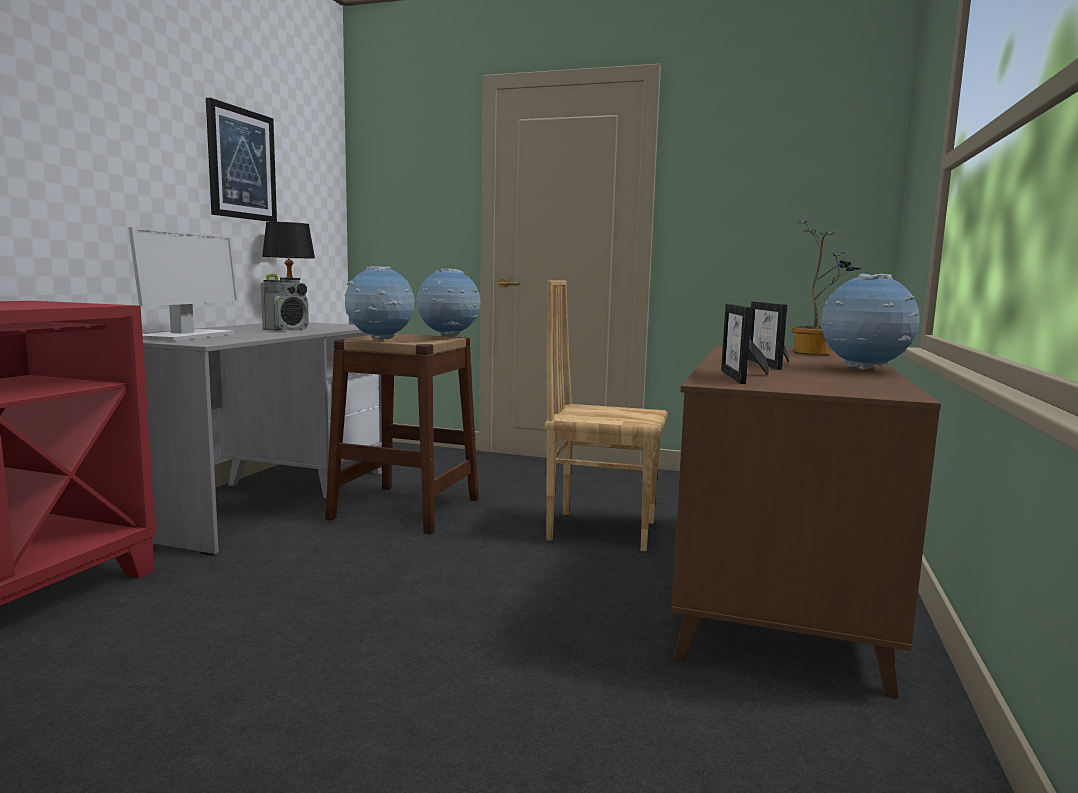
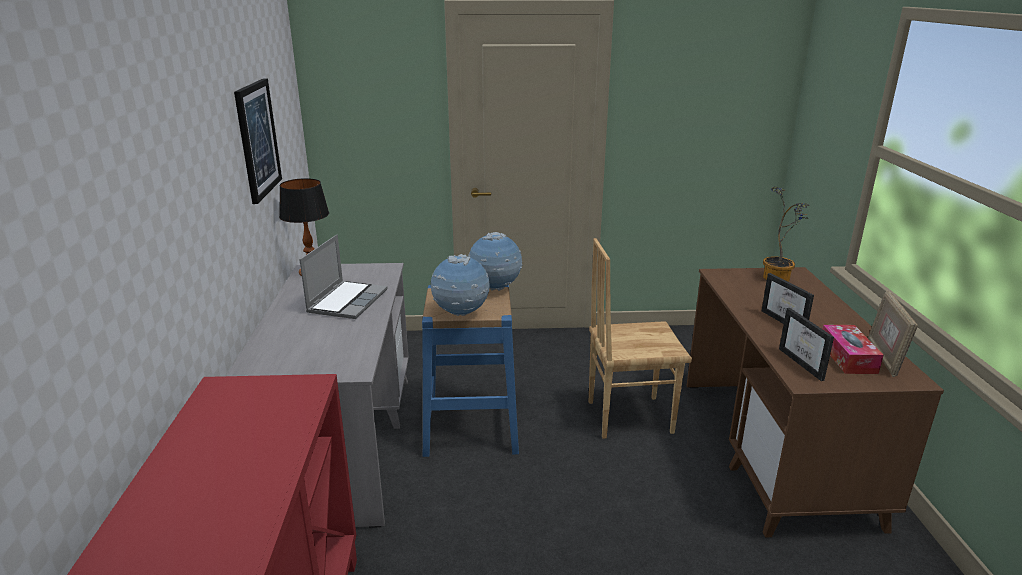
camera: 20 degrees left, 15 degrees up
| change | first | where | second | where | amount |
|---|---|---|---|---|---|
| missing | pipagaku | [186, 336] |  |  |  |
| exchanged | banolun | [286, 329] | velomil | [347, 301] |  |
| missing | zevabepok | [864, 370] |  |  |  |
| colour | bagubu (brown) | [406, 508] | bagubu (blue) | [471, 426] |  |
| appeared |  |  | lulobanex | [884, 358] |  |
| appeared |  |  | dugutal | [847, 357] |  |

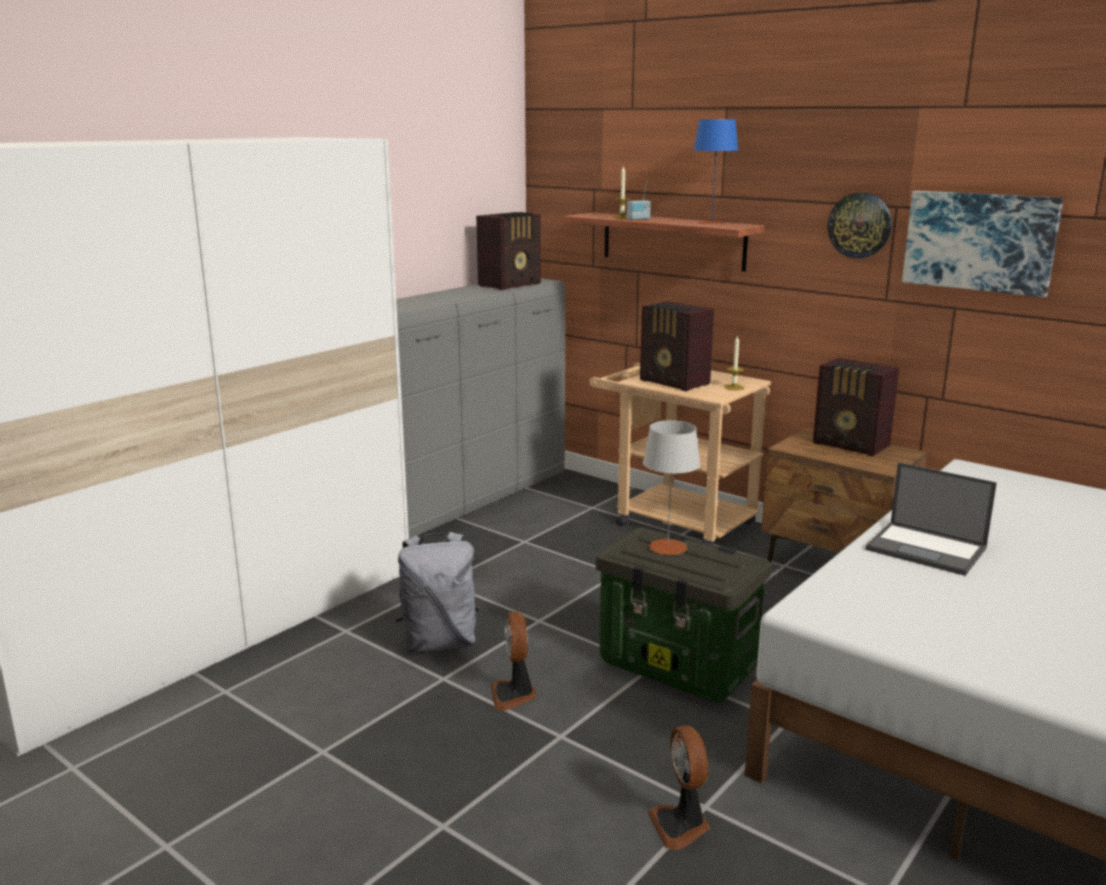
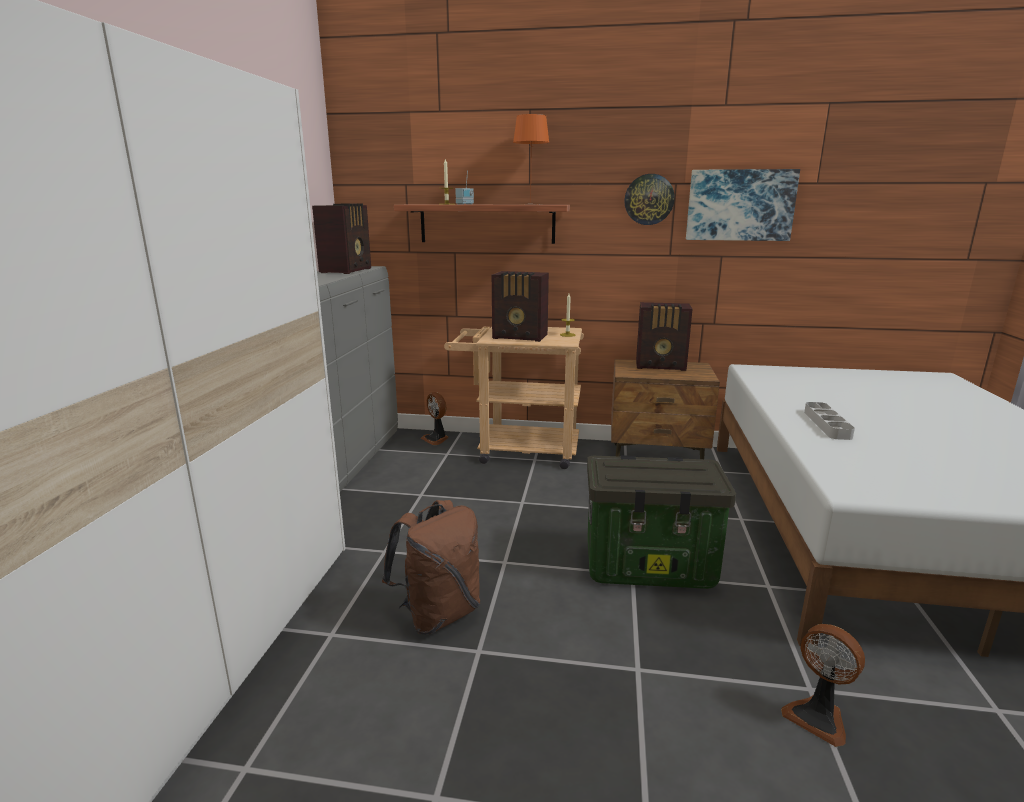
camera: 30 degrees left, 0 degrees up
| change | first | where | second | where | amount |
|---|---|---|---|---|---|
| colour | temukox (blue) | [712, 223] | temukox (orange) | [530, 204] |  |
| missing | temukox (grey) | [667, 547] |  |  |  |
| exchanged | velomil | [927, 549] | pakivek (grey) | [827, 424] |  |
| colour | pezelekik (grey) | [439, 642] | pezelekik (brown) | [438, 614] |  |
| relocated | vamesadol | [514, 695] |  | [436, 439] |  |

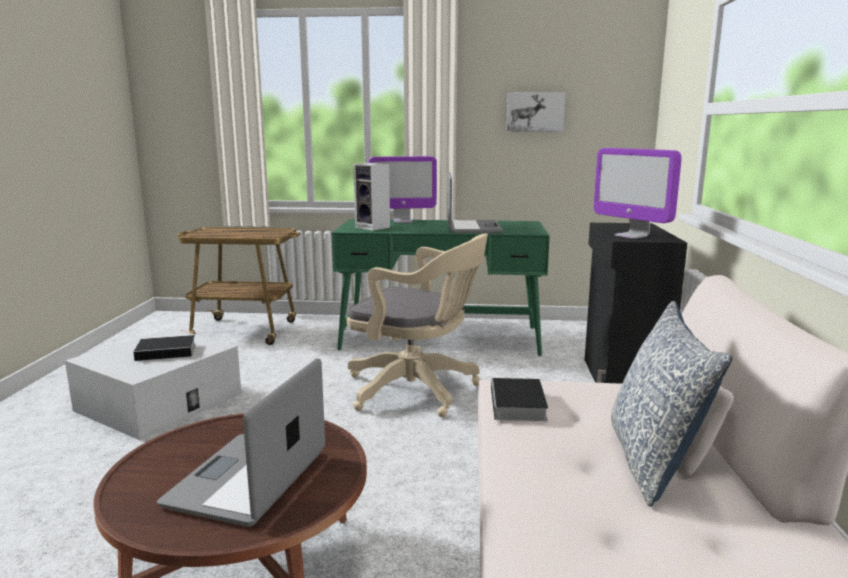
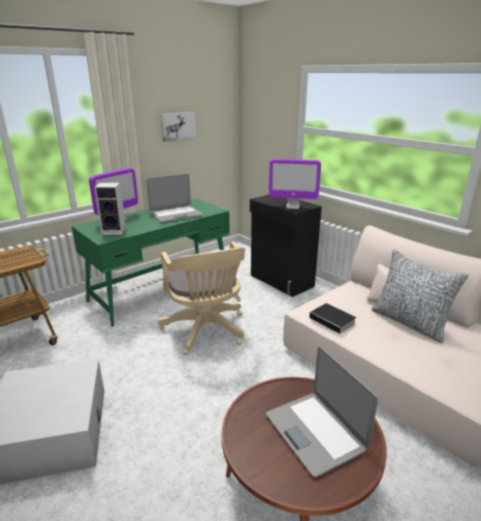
camera: 45 degrees left, 10 degrees up
| change | first | where | second | where | amount |
|---|---|---|---|---|---|
| spun | velomil | [472, 228] |  | [176, 214] | 105 degrees clockwise |
| spun | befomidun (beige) | [418, 390] |  | [206, 331] | 90 degrees clockwise |
| missing | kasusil | [168, 351] |  |  |  |

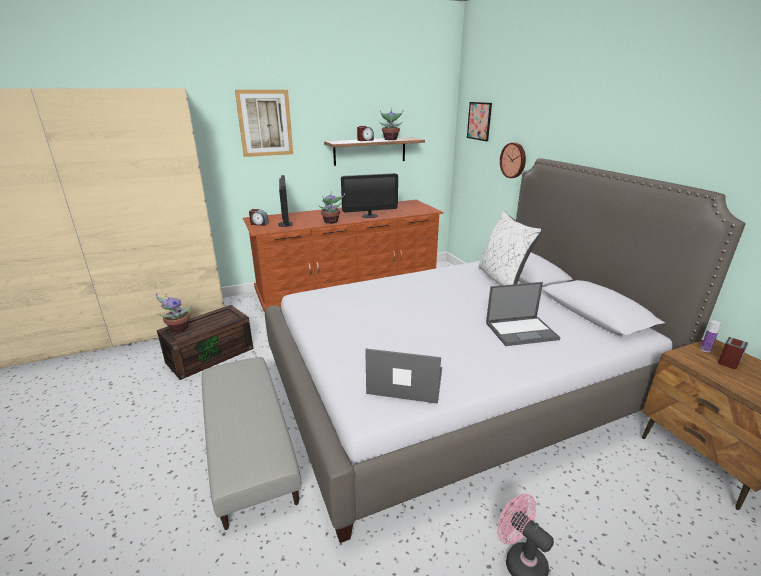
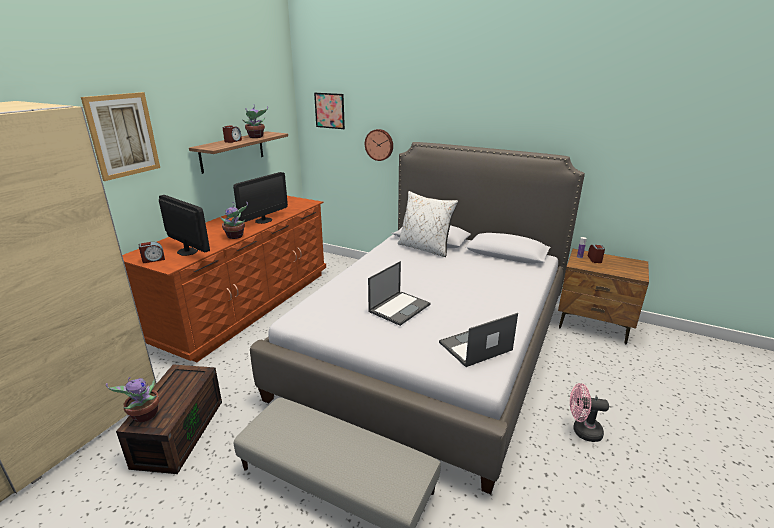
camera: 40 degrees left, 0 degrees up
| change | first | where | second | where | amount |
|---|---|---|---|---|---|
| relocated | velomil | [522, 331] |  | [399, 307] |  |

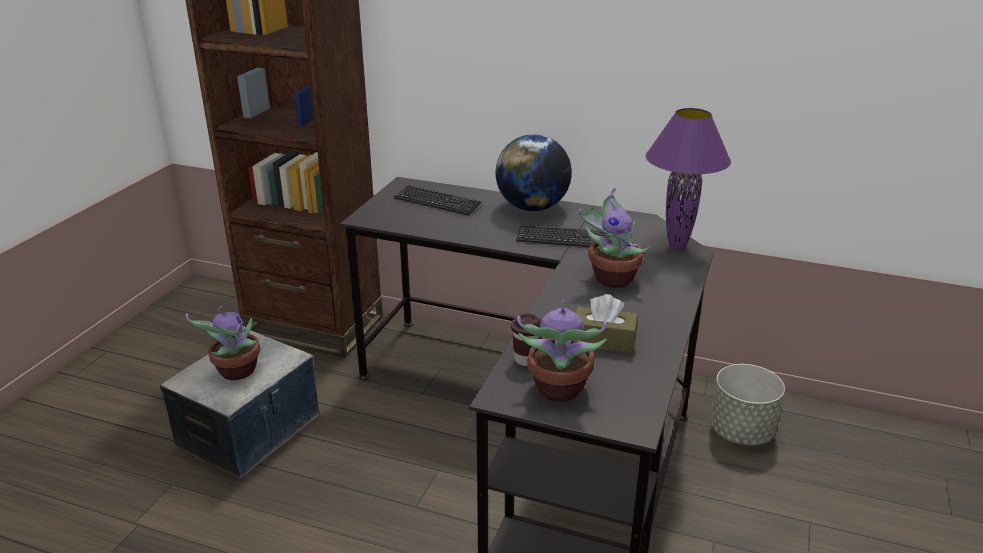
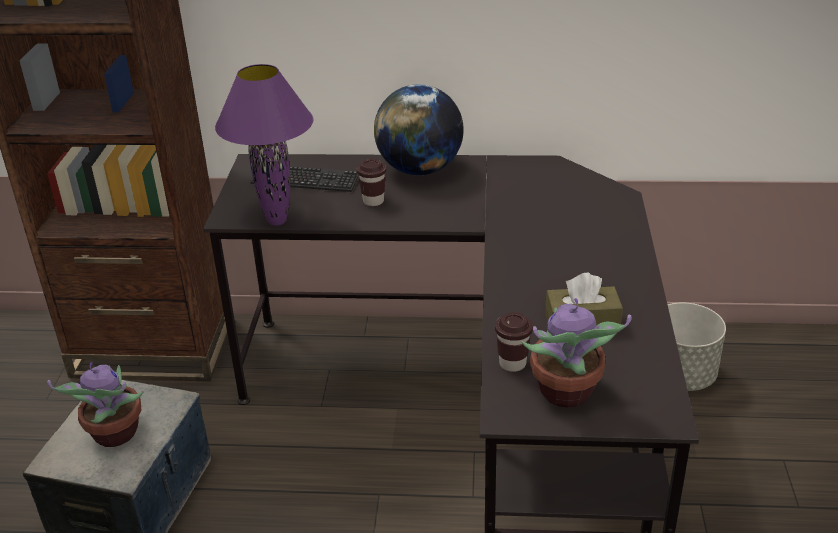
camera: 15 degrees left, 5 degrees up
| change | first | where | second | where | amount |
|---|---|---|---|---|---|
| relocated | temukox (purple) | [676, 246] |  | [276, 221] |  |
| missing | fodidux | [611, 278] |  |  |  |
| missing | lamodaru | [564, 239] |  |  |  |
| appeared |  |  | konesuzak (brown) | [373, 201] |  |

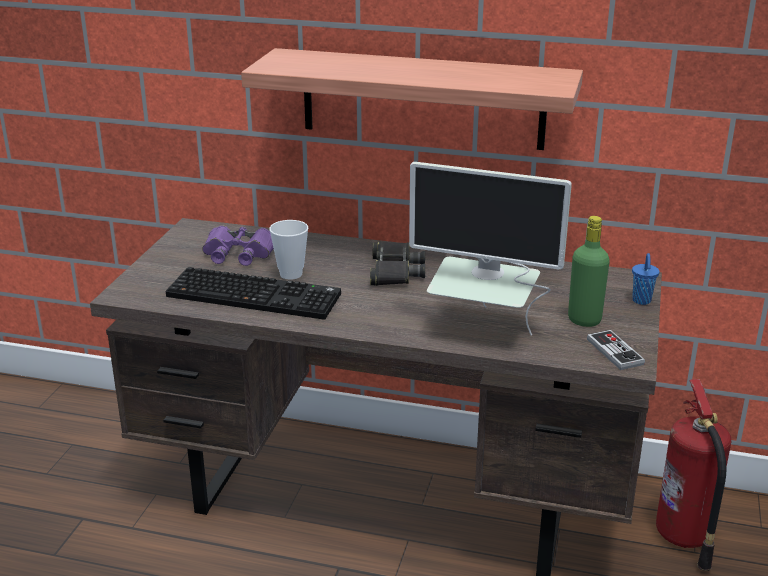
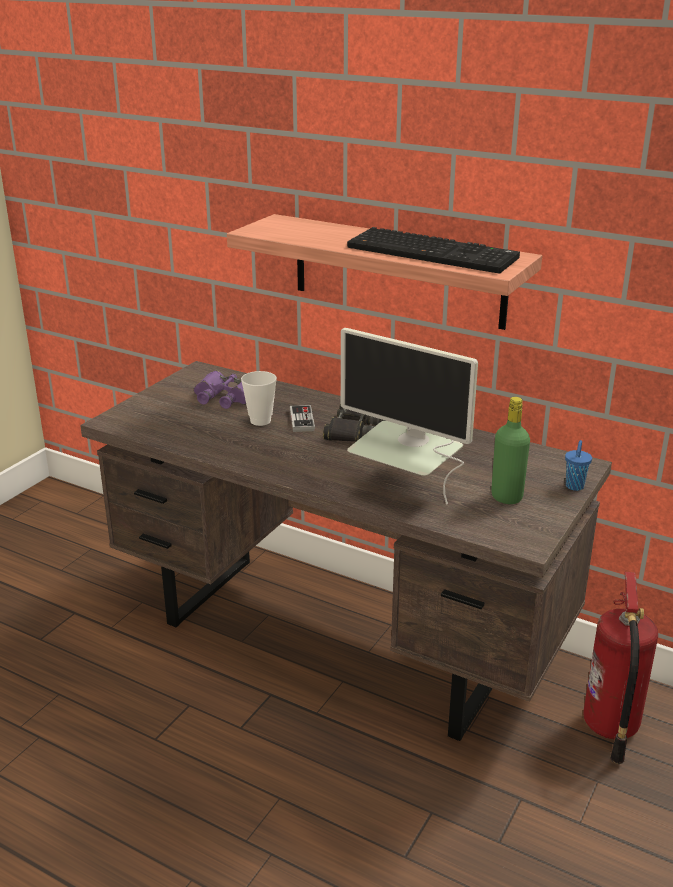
camera: 15 degrees right, 0 degrees up
| change | first | where | second | where | amount |
|---|---|---|---|---|---|
| relocated | lamodaru | [256, 295] |  | [434, 253] |  |
| relocated | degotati | [615, 352] |  | [302, 420] |  |

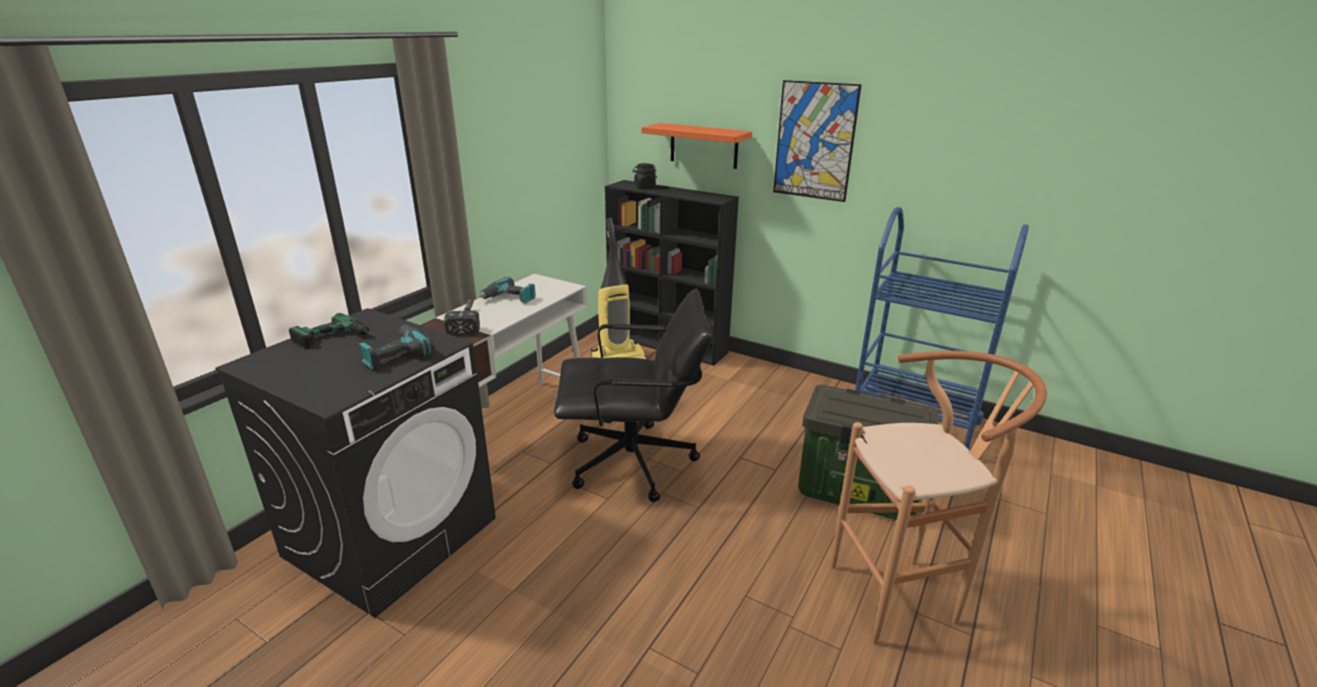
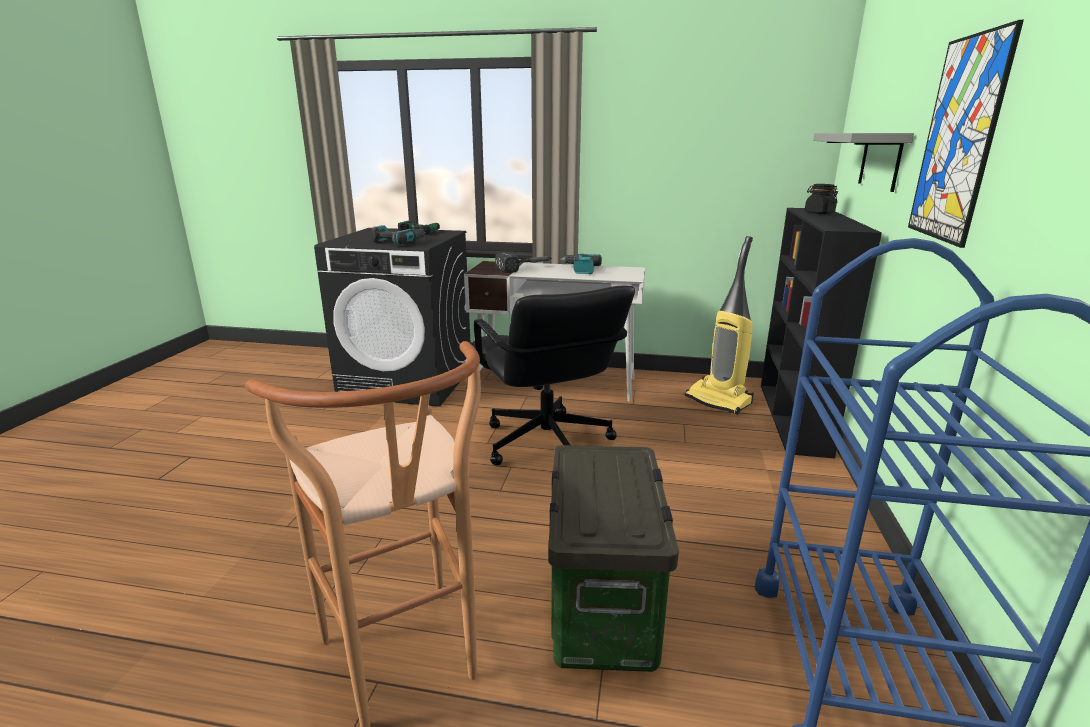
camera: 70 degrees right, 5 degrees down
| change | first | where | second | where | amount |
|---|---|---|---|---|---|
| colour | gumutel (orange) | [703, 146] | gumutel (grey) | [880, 160] |  |

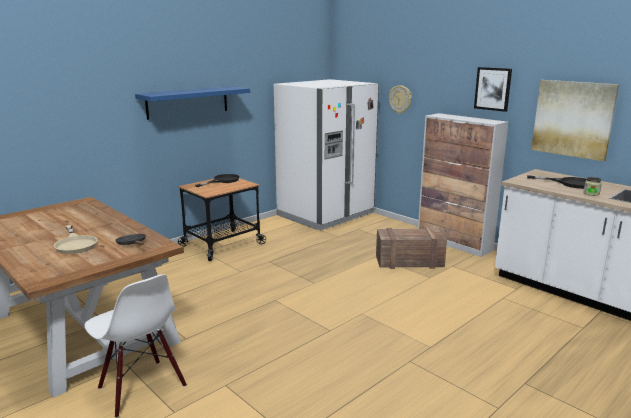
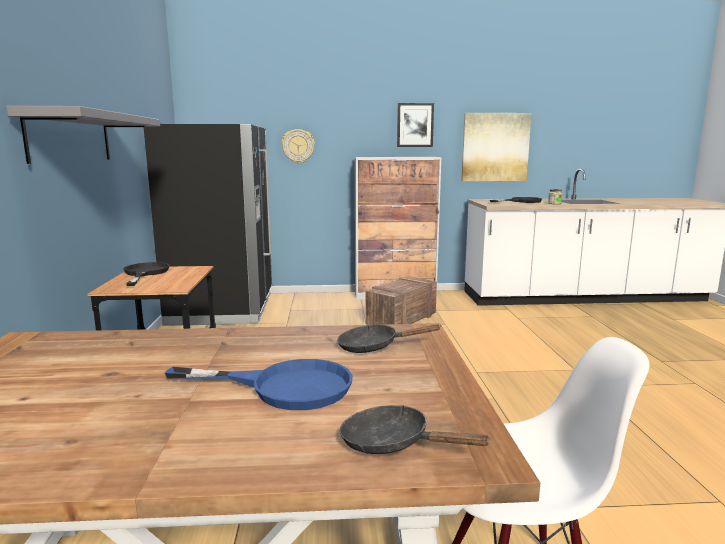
camera: 50 degrees left, 5 degrees down
| change | first | where | second | where | amount |
|---|---|---|---|---|---|
| colour | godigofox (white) | [325, 214] | godigofox (black) | [223, 308] |  |
| colour | gumutel (blue) | [188, 102] | gumutel (grey) | [71, 137] |  |
| colour | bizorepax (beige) | [75, 244] | bizorepax (blue) | [284, 386] |  |
| appeared |  |  | bizorepax (black) | [393, 443] |  |

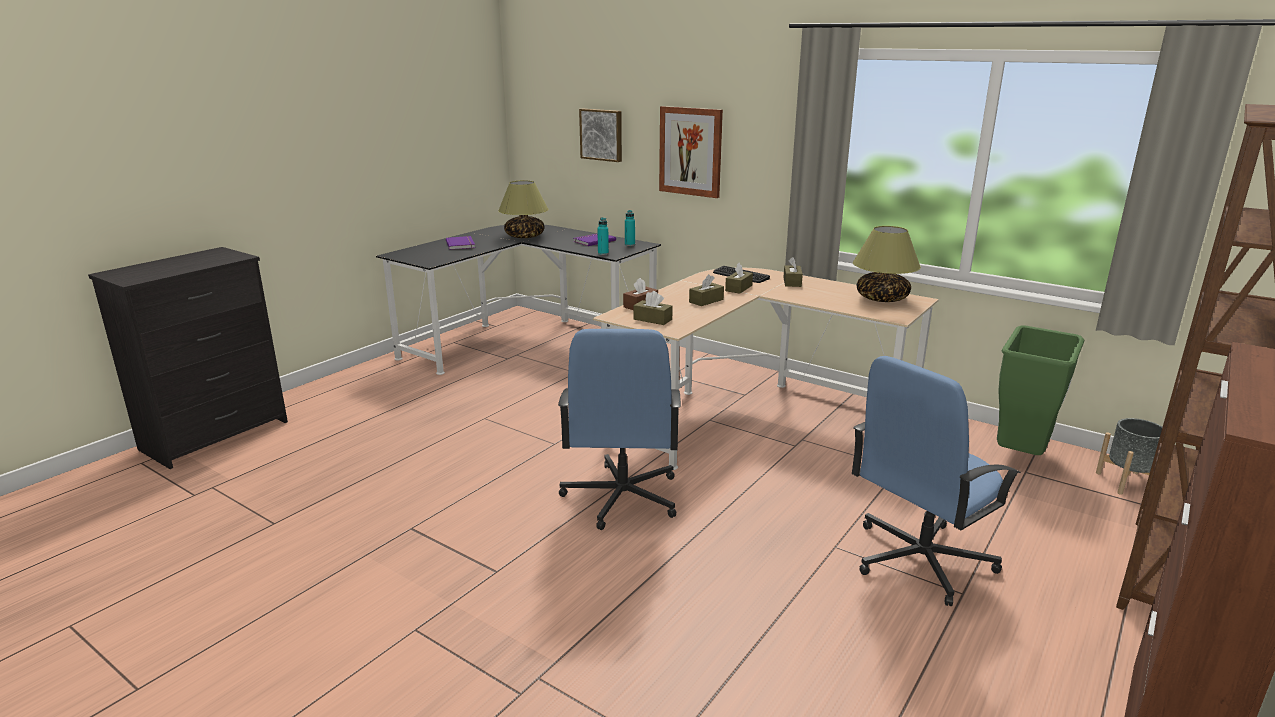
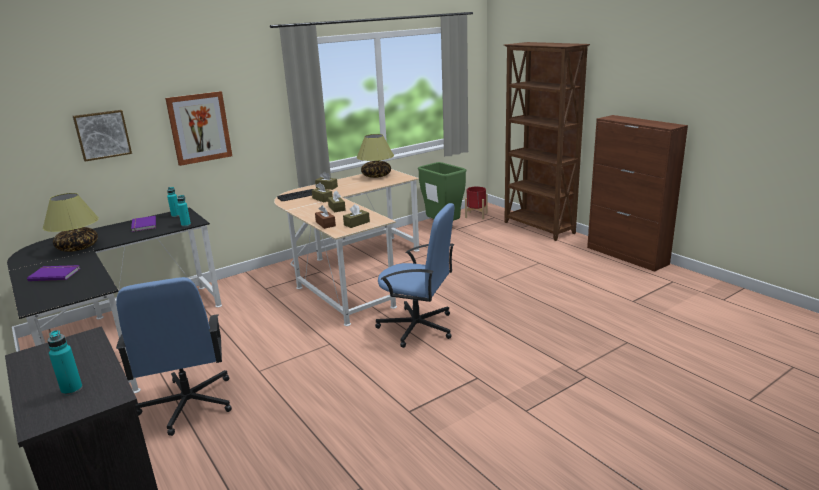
camera: 70 degrees left, 0 degrees up
| change | first | where | second | where | amount |
|---|---|---|---|---|---|
| relocated | befomidun (blue) | [919, 560] |  | [188, 405] |  |
| colour | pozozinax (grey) | [1127, 482] | pozozinax (red) | [476, 215] |  |
| appeared |  |  | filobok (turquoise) | [72, 389] |  |

